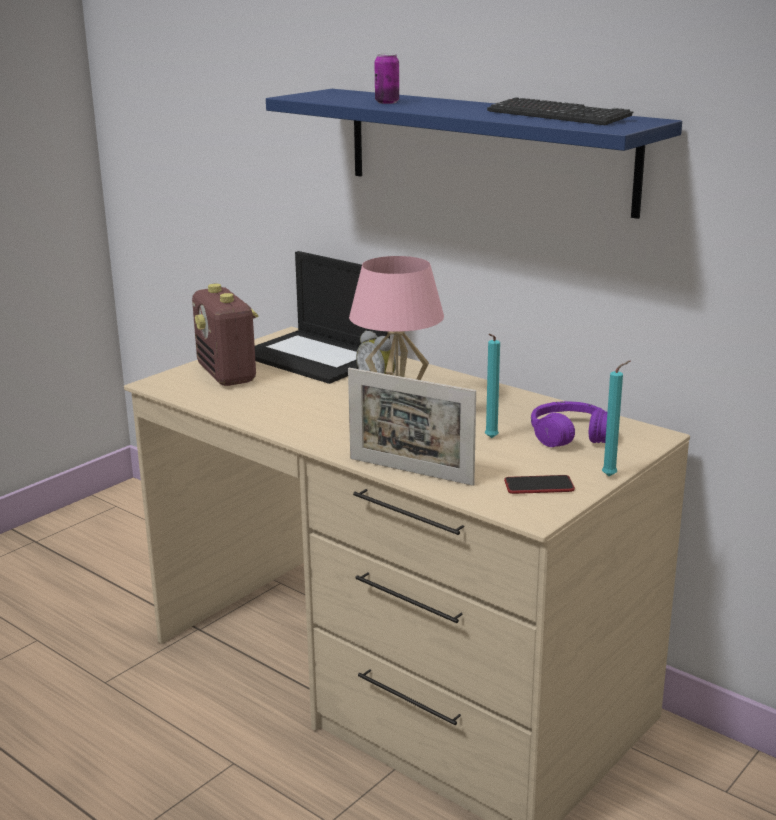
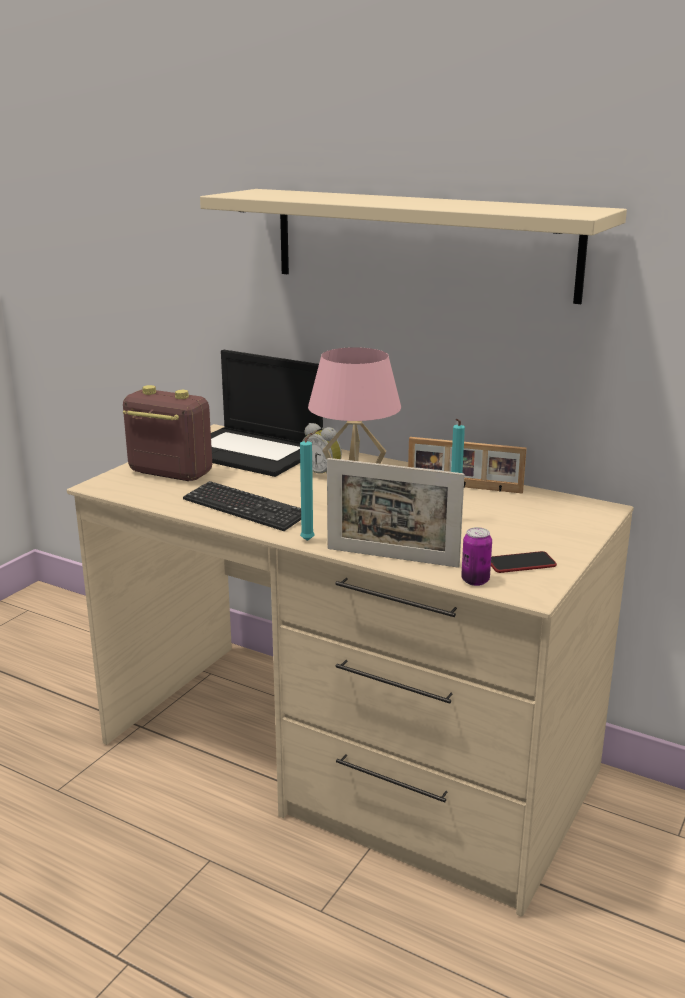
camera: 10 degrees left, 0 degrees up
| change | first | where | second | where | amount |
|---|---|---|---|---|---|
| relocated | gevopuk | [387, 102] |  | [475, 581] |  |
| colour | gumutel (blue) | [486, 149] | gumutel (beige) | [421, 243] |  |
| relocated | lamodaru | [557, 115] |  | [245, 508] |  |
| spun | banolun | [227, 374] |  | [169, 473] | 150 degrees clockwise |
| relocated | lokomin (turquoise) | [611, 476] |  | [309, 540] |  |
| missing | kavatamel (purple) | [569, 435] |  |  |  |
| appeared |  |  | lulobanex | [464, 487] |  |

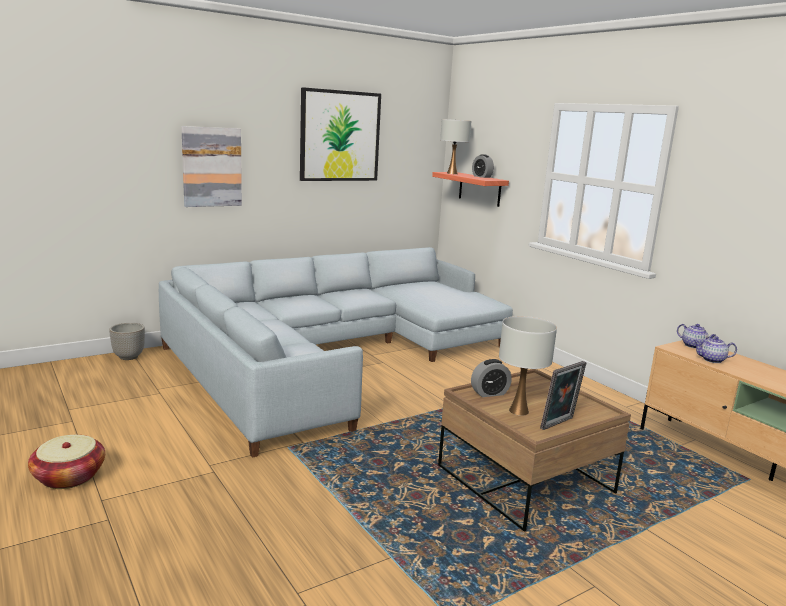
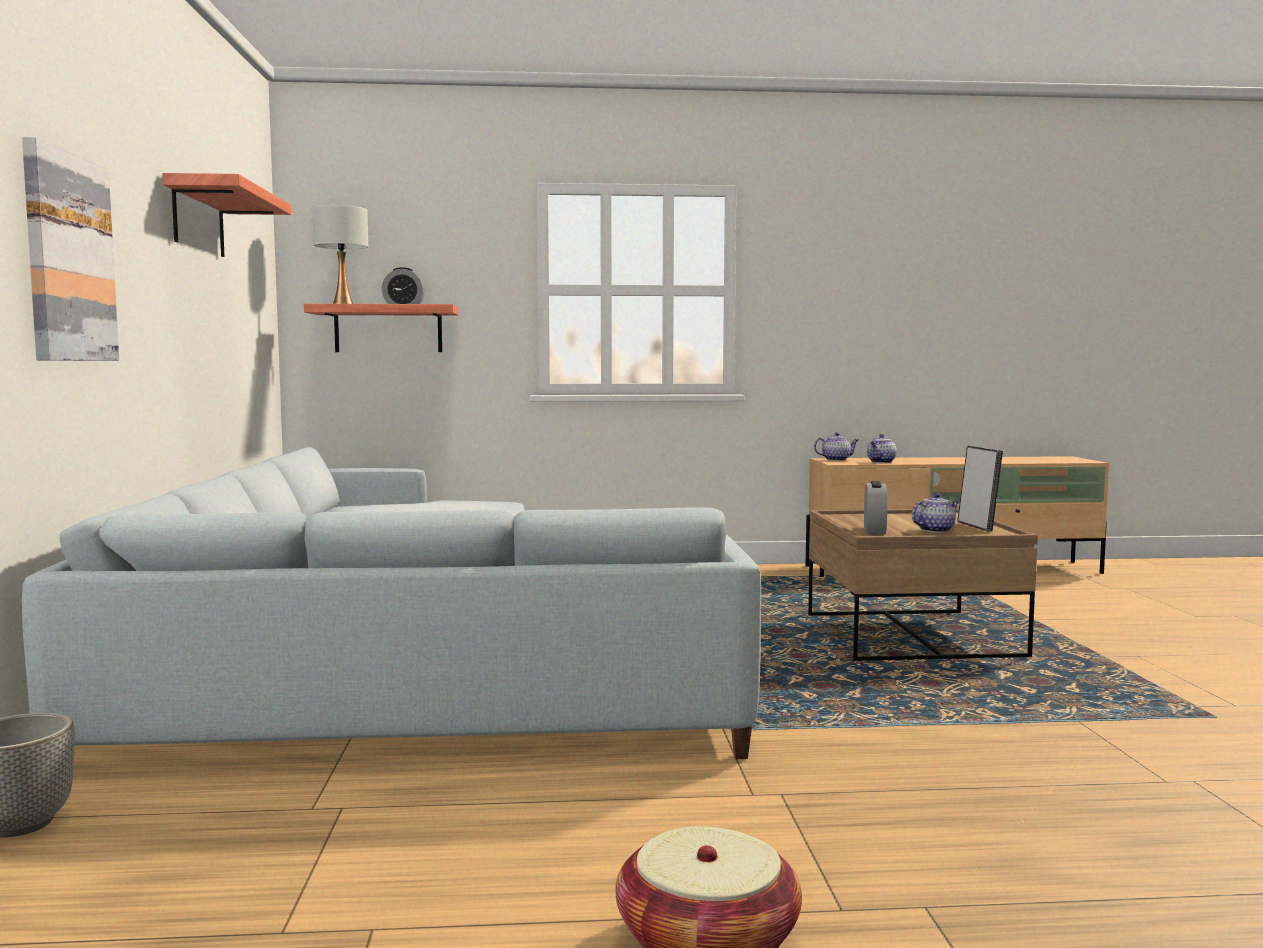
camera: 60 degrees left, 10 degrees down
| change | first | where | second | where | amount |
|---|---|---|---|---|---|
| exchanged | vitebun | [340, 136] | gumutel | [198, 219] |  |
| exchanged | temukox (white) | [519, 411] | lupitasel | [935, 530] |  |

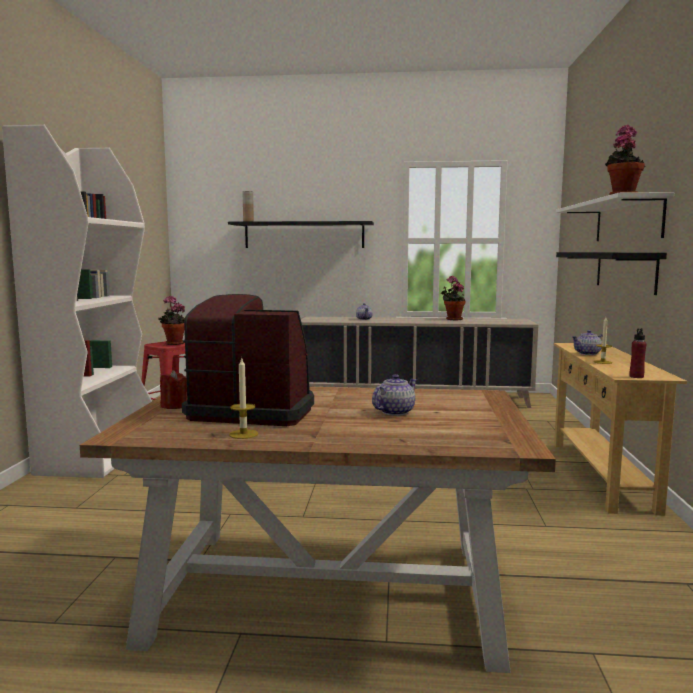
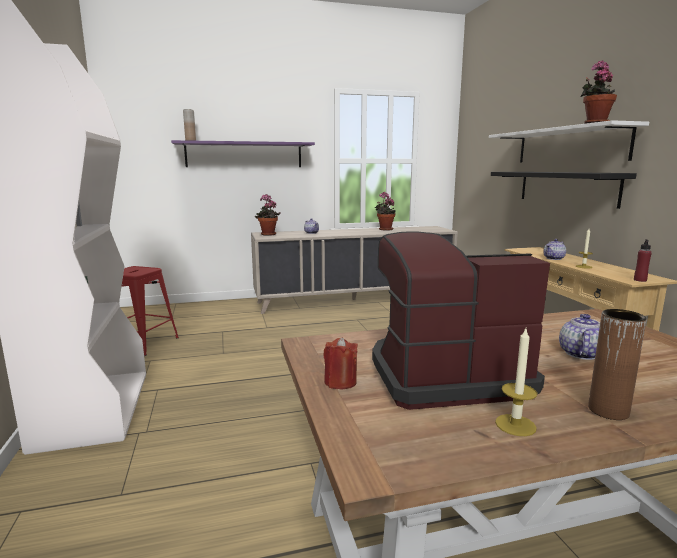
camera: 20 degrees left, 5 degrees up
| change | first | where | second | where | amount |
|---|---|---|---|---|---|
| colour | gumutel (black) | [304, 235] | gumutel (purple) | [244, 155] |  |
| relocated | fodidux | [173, 344] |  | [268, 234] |  |
| appeared |  |  | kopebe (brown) | [608, 411] |  |

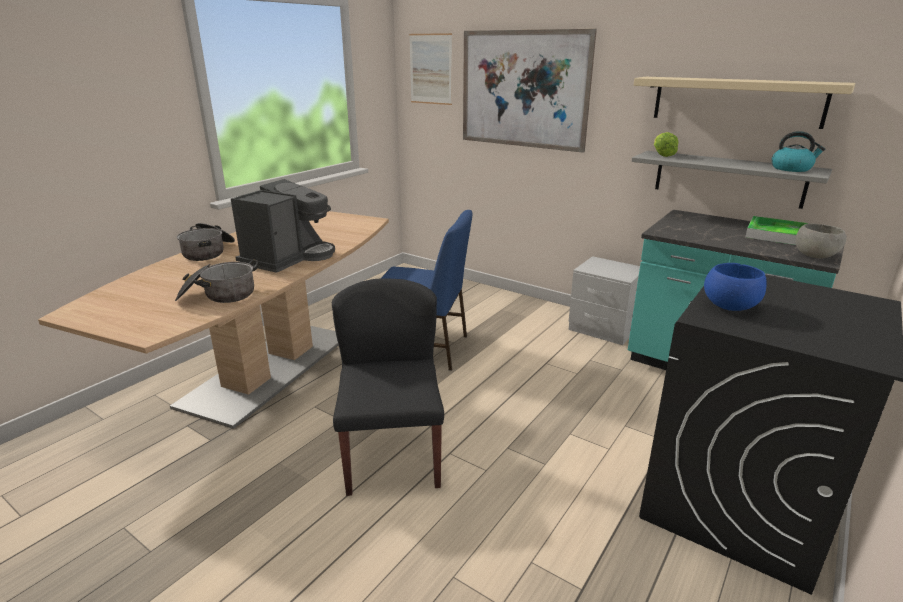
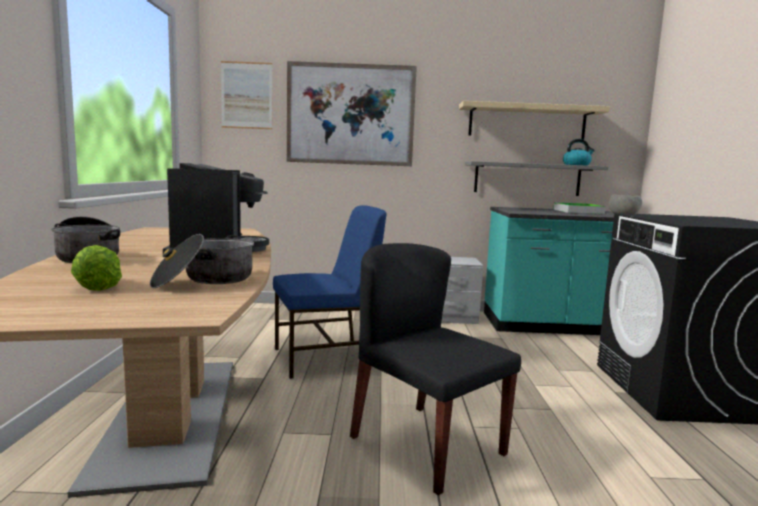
camera: 35 degrees left, 15 degrees down
| change | first | where | second | where | amount |
|---|---|---|---|---|---|
| relocated | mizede | [662, 154] |  | [98, 285] |  |
| missing | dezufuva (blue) | [729, 306] |  |  |  |

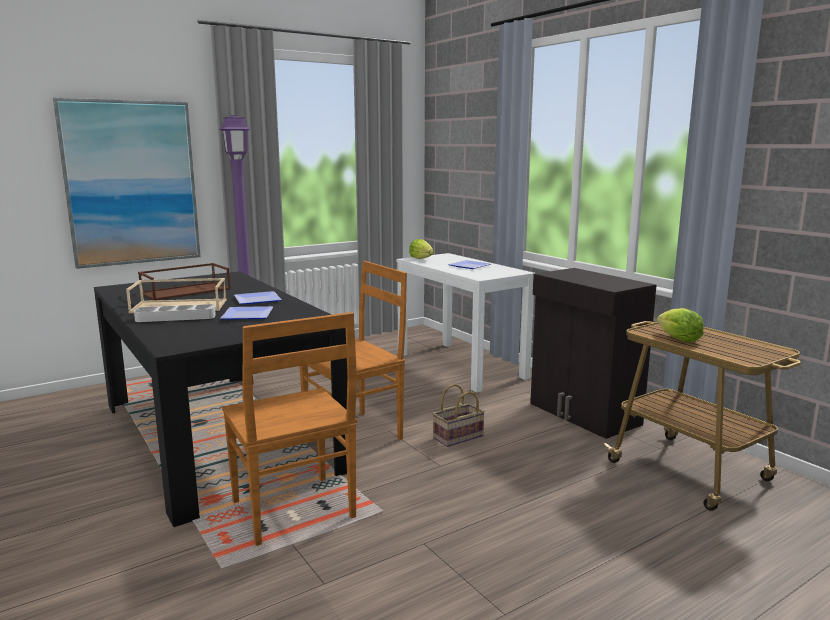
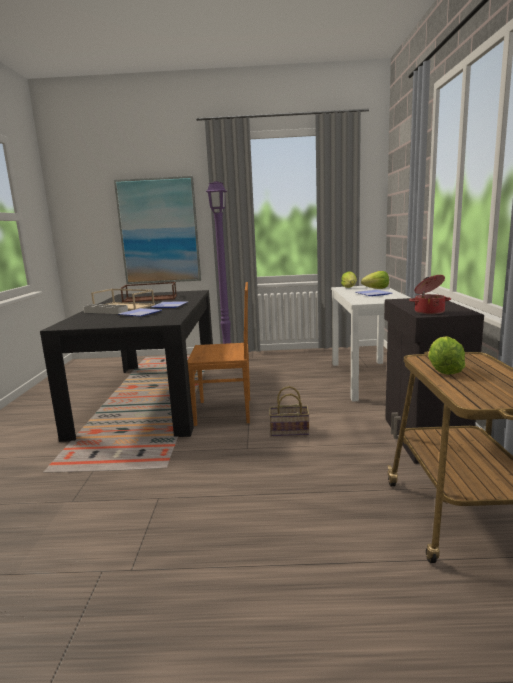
camera: 35 degrees right, 0 degrees up
| change | first | where | second | where | amount |
|---|---|---|---|---|---|
| missing | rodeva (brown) | [294, 512] |  |  |  |
| appeared |  |  | mizede | [376, 288] |  |
| appeared |  |  | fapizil | [429, 312] |  |

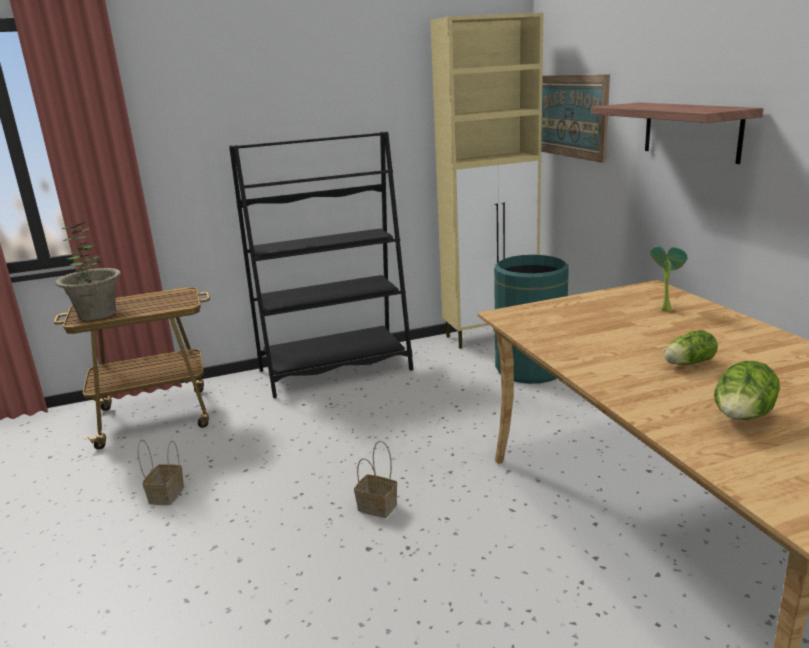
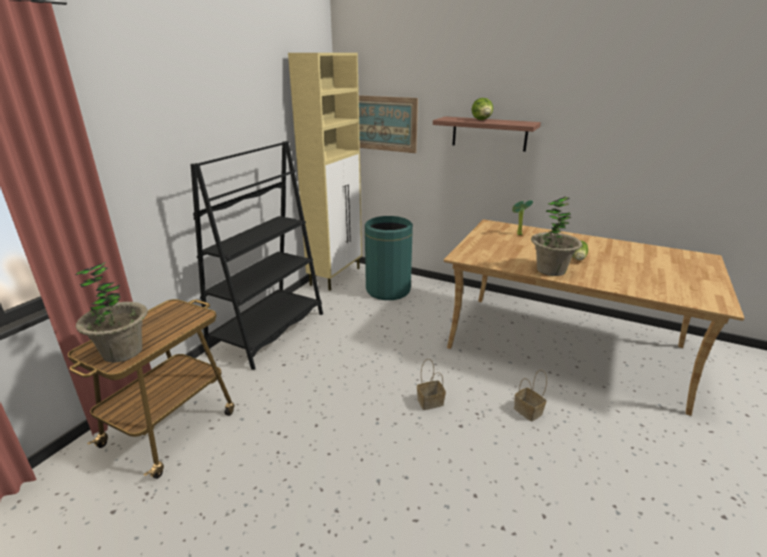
camera: 45 degrees left, 5 degrees up
| change | first | where | second | where | amount |
|---|---|---|---|---|---|
| relocated | mizede | [742, 419] |  | [482, 120] |  |
| relocated | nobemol | [166, 495] |  | [529, 411] |  |
| appeared |  |  | fodidux | [551, 270] |  |

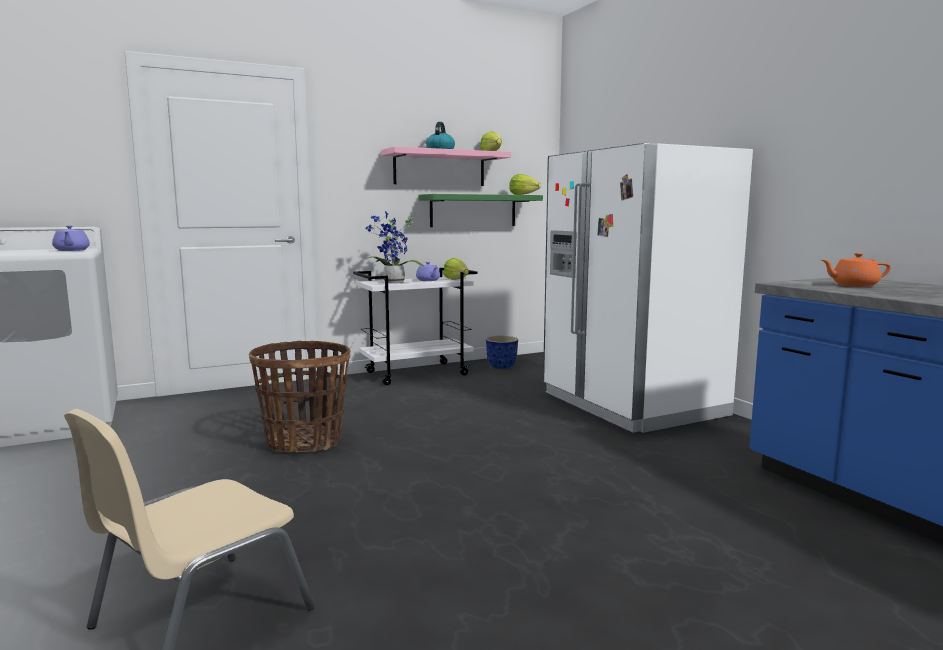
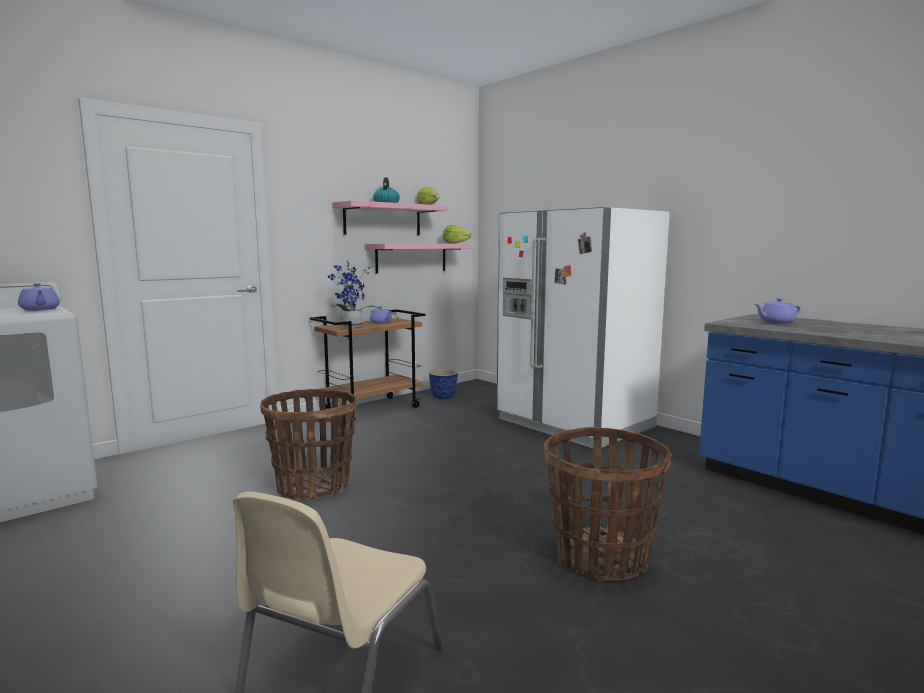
camera: 15 degrees left, 0 degrees up
| change | first | where | second | where | amount |
|---|---|---|---|---|---|
| colour | gumutel (green) | [473, 211] | gumutel (pink) | [411, 257] |  |
| colour | lupitasel (orange) | [853, 285] | lupitasel (purple) | [776, 323] |  |
| missing | mizede | [456, 279] |  |  |  |
| colour | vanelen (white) | [417, 373] | vanelen (brown) | [372, 409] |  |
| appeared |  |  | nobemol | [601, 558] |  |

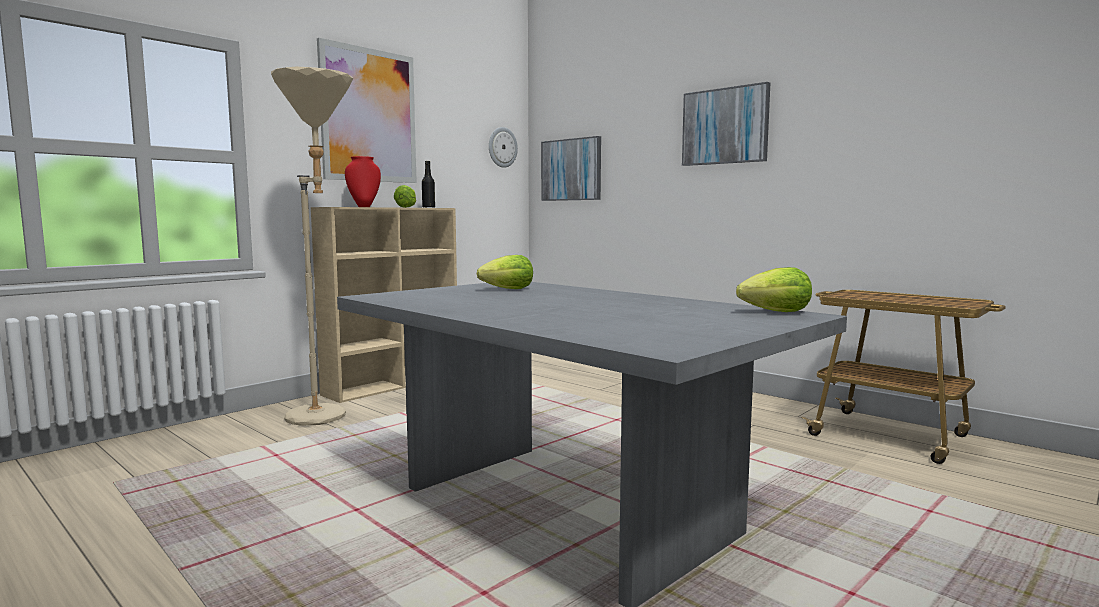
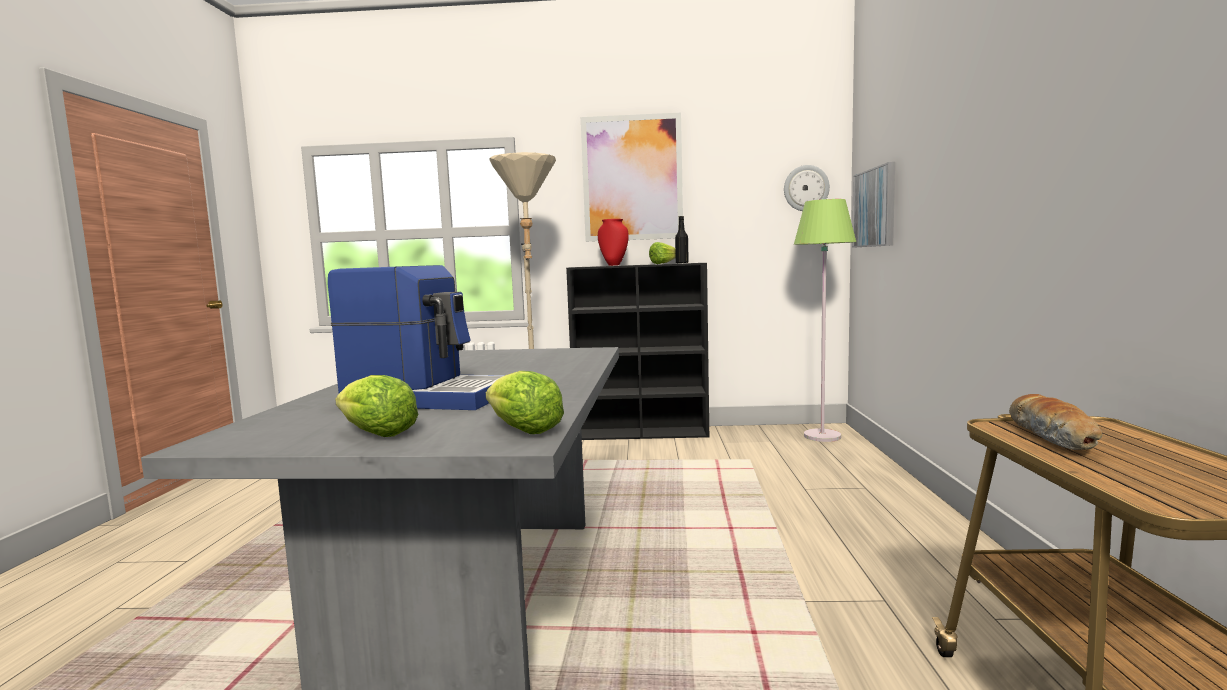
camera: 50 degrees right, 0 degrees up
| change | first | where | second | where | amount |
|---|---|---|---|---|---|
| missing | vitebun | [725, 126] |  |  |  |
| colour | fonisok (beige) | [394, 384] | fonisok (black) | [642, 433] |  |
| relocated | mizede | [508, 289] |  | [377, 434] |  |
| appeared |  |  | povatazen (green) | [822, 436] |  |
| appeared |  |  | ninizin | [428, 397] |  |
| appeared |  |  | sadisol | [1053, 436] |  |

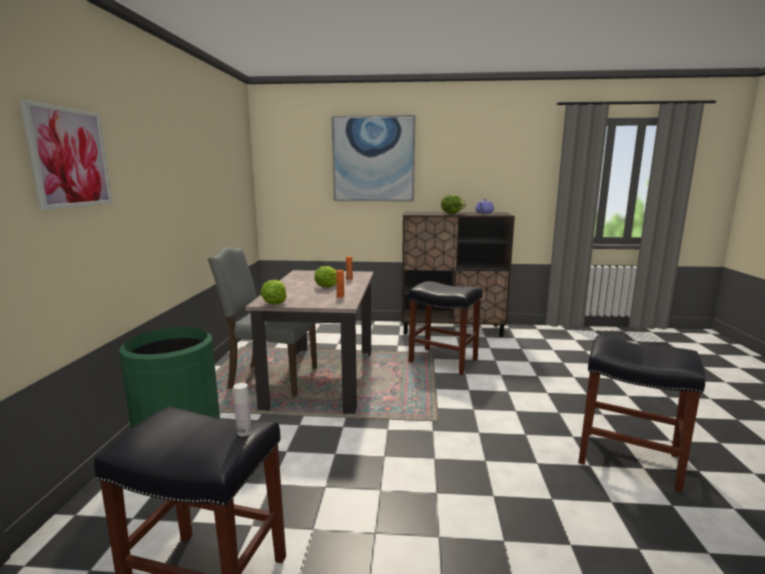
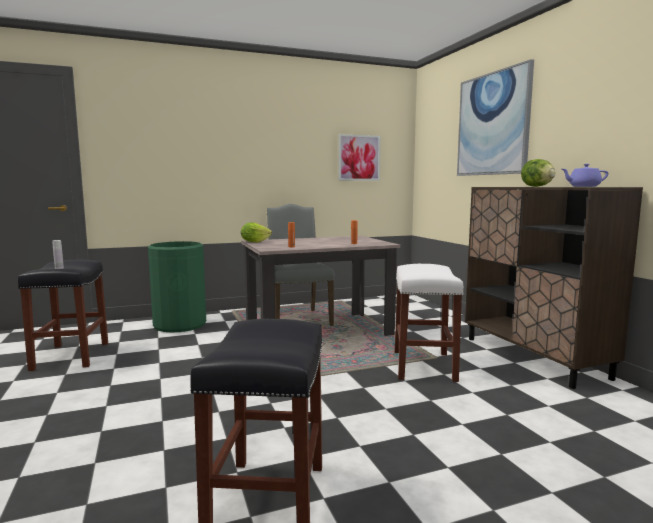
camera: 65 degrees right, 5 degrees down
| change | first | where | second | where | amount |
|---|---|---|---|---|---|
| relocated | vitebun | [69, 158] |  | [359, 158] |  |
| missing | mizede | [327, 286] |  |  |  |
| colour | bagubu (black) | [442, 360] | bagubu (white) | [423, 365] |  |

